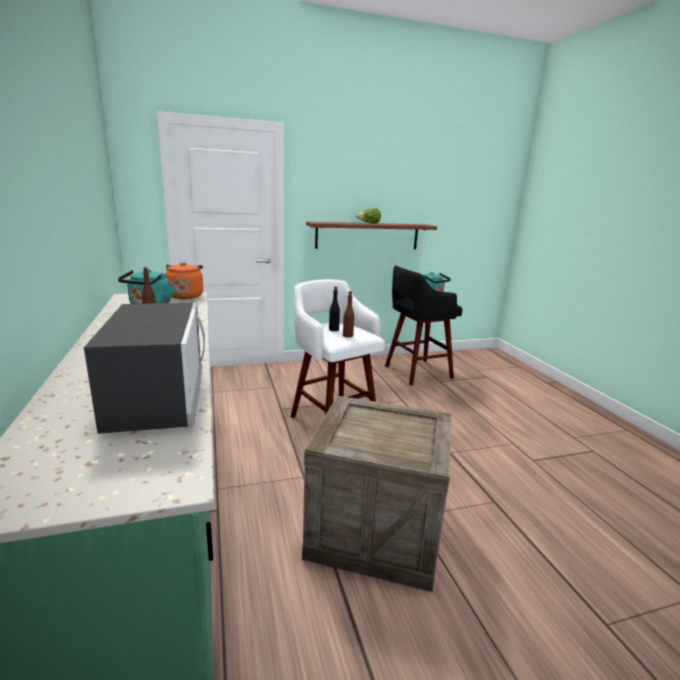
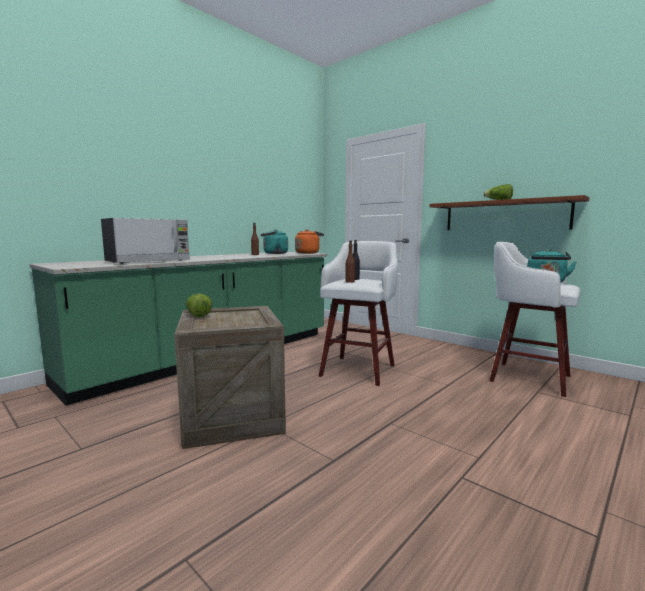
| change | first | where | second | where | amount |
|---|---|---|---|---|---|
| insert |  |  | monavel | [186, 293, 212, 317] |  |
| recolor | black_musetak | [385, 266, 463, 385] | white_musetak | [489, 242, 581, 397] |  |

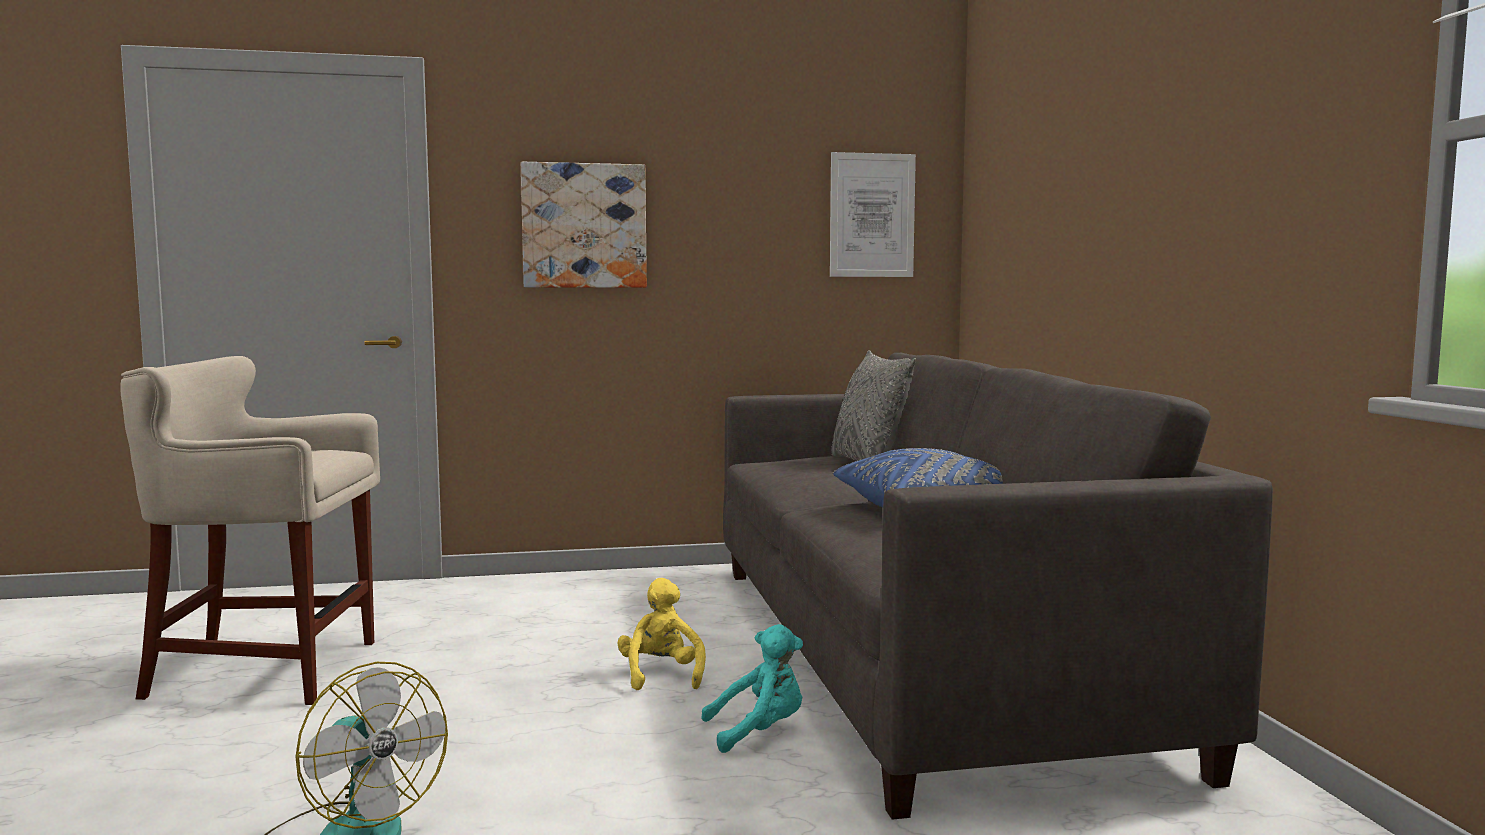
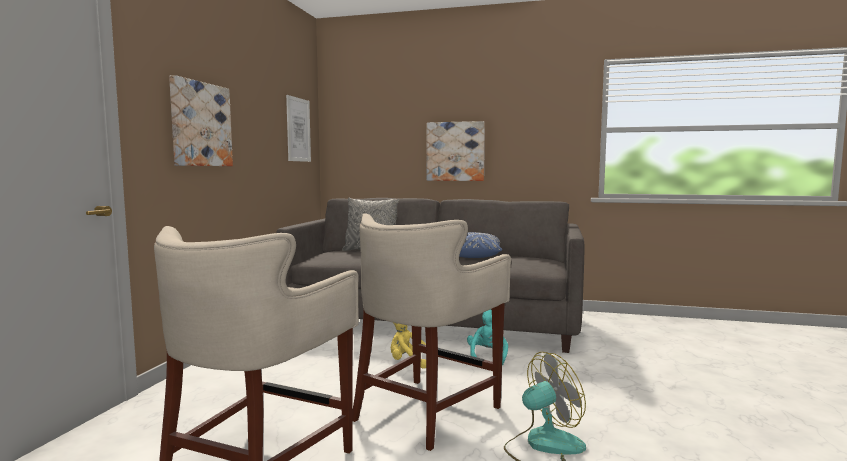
| change | first | where | second | where | amount |
|---|---|---|---|---|---|
| insert |  |  | beige_musetak | [352, 213, 511, 451] |  |
| insert |  |  | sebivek | [427, 121, 485, 181] |  |

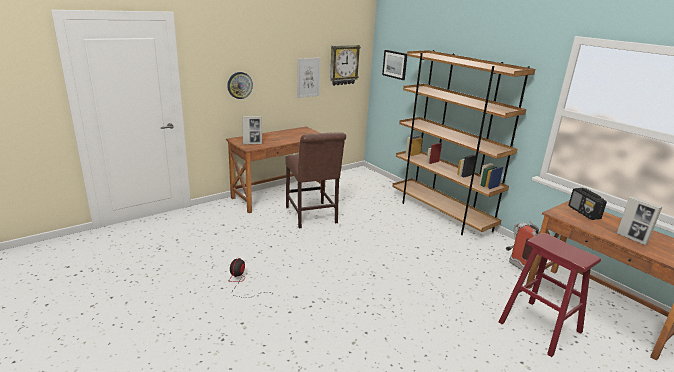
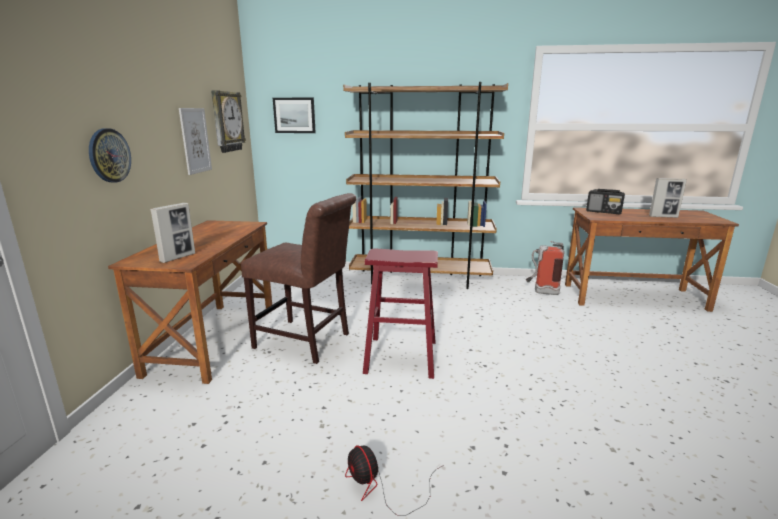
| change | first | where | second | where | amount |
|---|---|---|---|---|---|
| move | red_musetak | [499, 233, 601, 357] |  | [363, 249, 438, 379] |  |

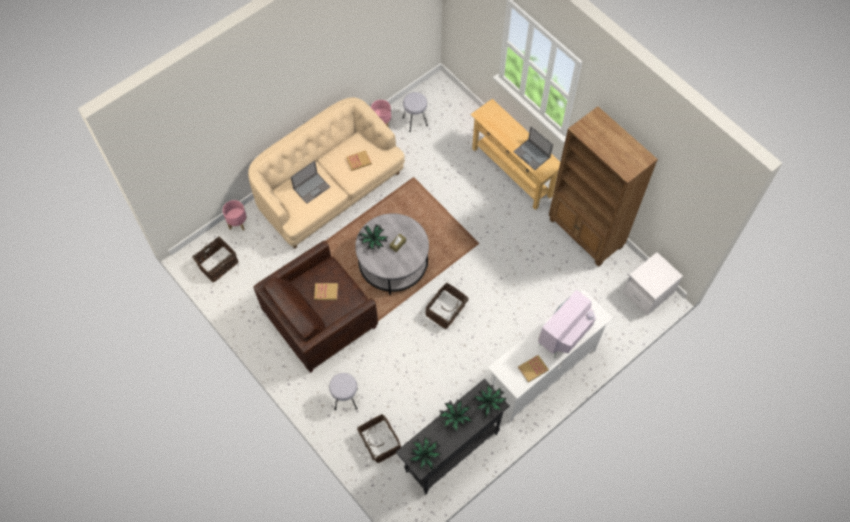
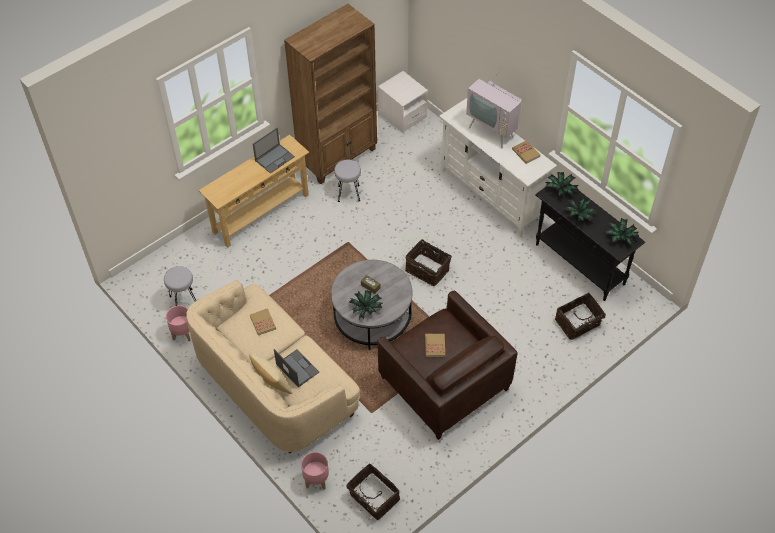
| change | first | where | second | where | amount |
|---|---|---|---|---|---|
| insert |  |  | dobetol | [249, 354, 292, 394] |  |
| move | grey_musetak | [329, 373, 358, 410] |  | [334, 159, 361, 202] |  |

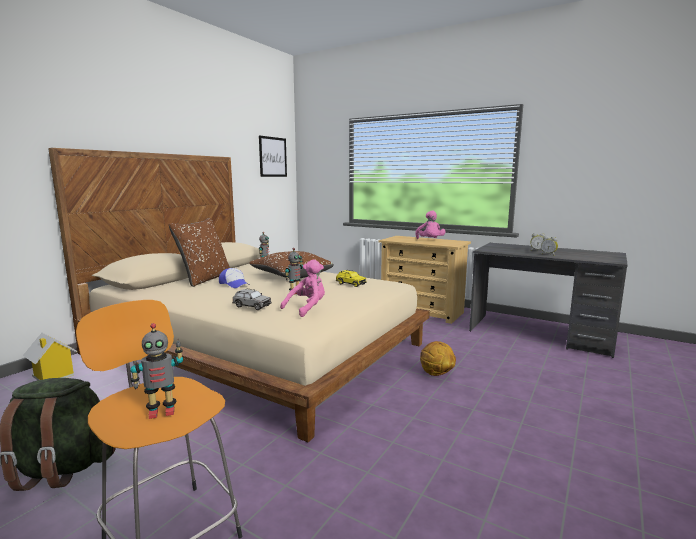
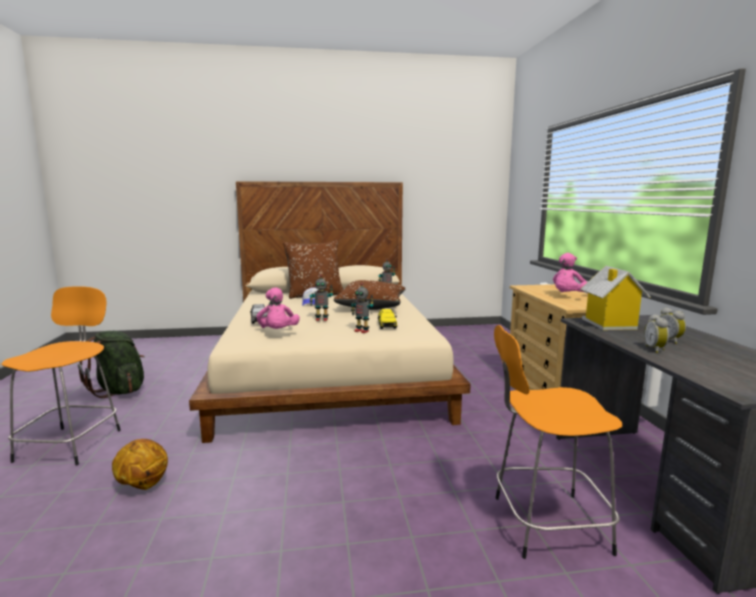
| change | first | where | second | where | amount |
|---|---|---|---|---|---|
| delete | sebivek | [259, 135, 287, 177] |  |  |  |
| insert |  |  | orange_musetak | [494, 325, 622, 559] |  |
| move | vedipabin | [23, 333, 77, 380] |  | [581, 266, 651, 330] |  |
| move | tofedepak | [130, 323, 183, 419] |  | [351, 283, 374, 333] |  |
| move | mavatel | [420, 341, 456, 376] |  | [112, 439, 168, 490] |  |
| rotate | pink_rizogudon | [280, 259, 325, 317] |  | [256, 287, 300, 329] | 75 degrees clockwise |

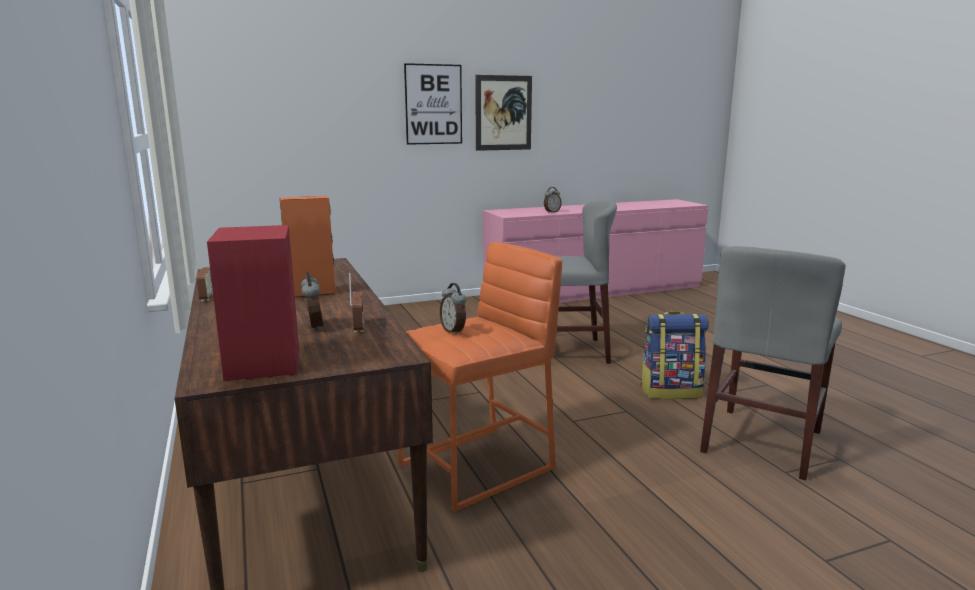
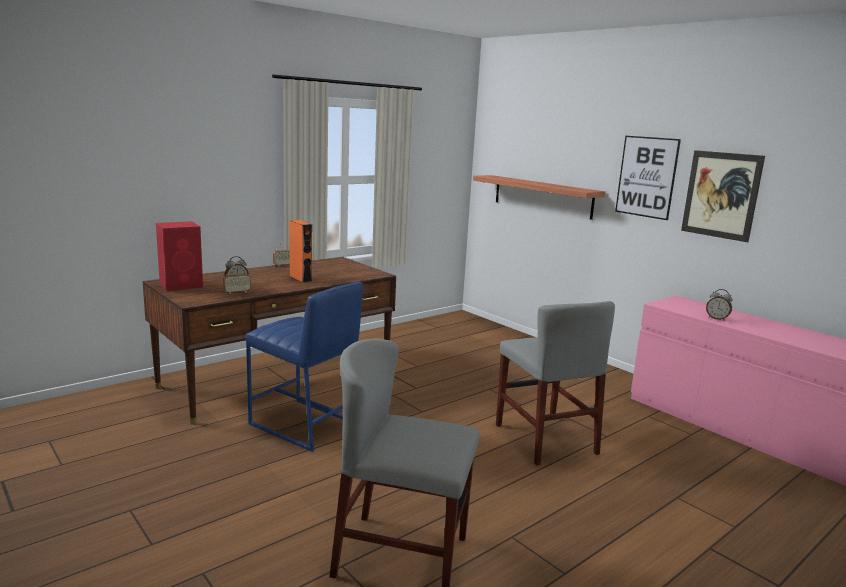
| change | first | where | second | where | amount |
|---|---|---|---|---|---|
| delete | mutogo | [440, 283, 466, 335] |  |  |  |
| delete | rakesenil | [640, 311, 709, 399] |  |  |  |
| insert |  |  | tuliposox | [473, 175, 605, 220] |  |
| recolor | orange_musetak | [397, 242, 562, 512] | blue_musetak | [246, 282, 363, 452] |  |

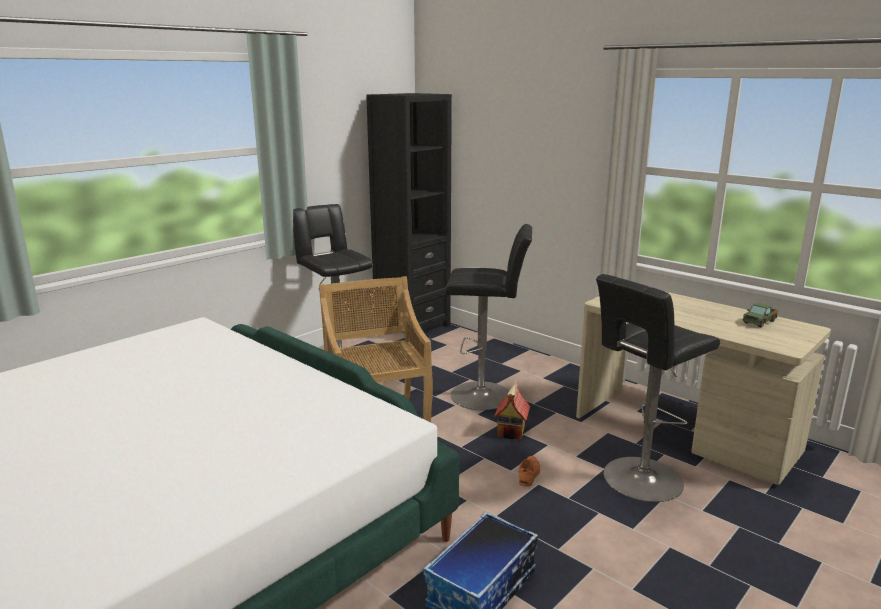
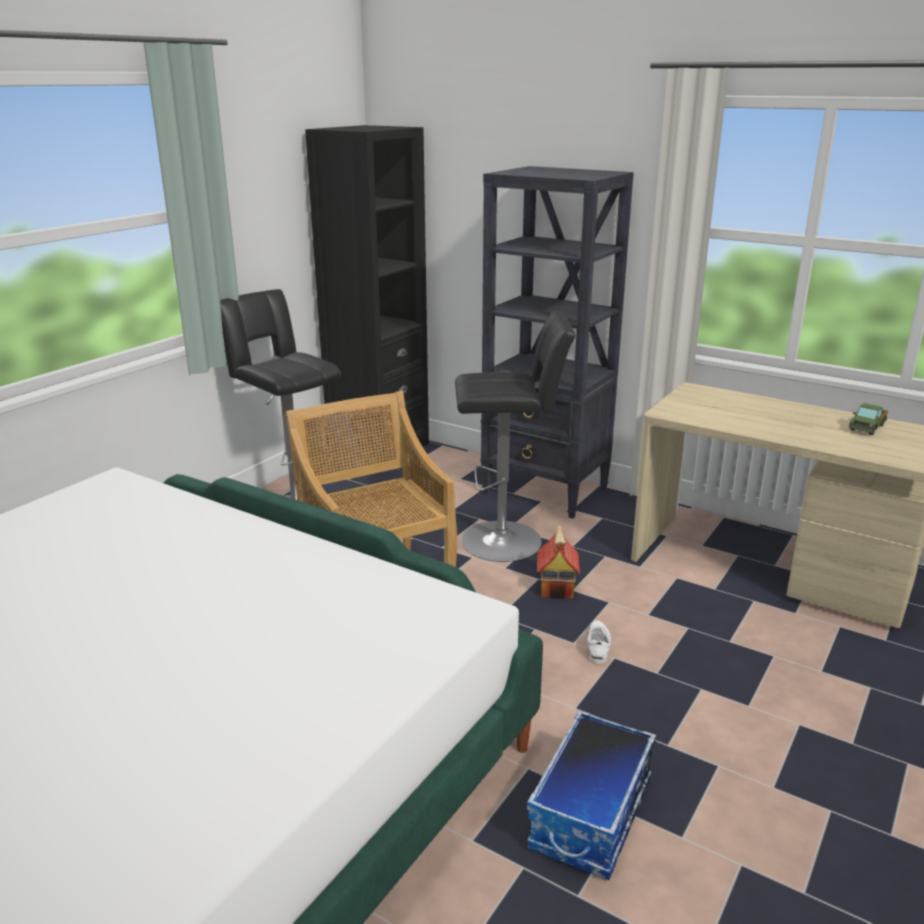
| change | first | where | second | where | amount |
|---|---|---|---|---|---|
| delete | black_musetak | [596, 274, 720, 502] |  |  |  |
| insert |  |  | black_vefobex | [480, 166, 634, 519] |  |
| recolor | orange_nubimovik | [519, 456, 540, 487] | white_nubimovik | [588, 621, 611, 663] |  |

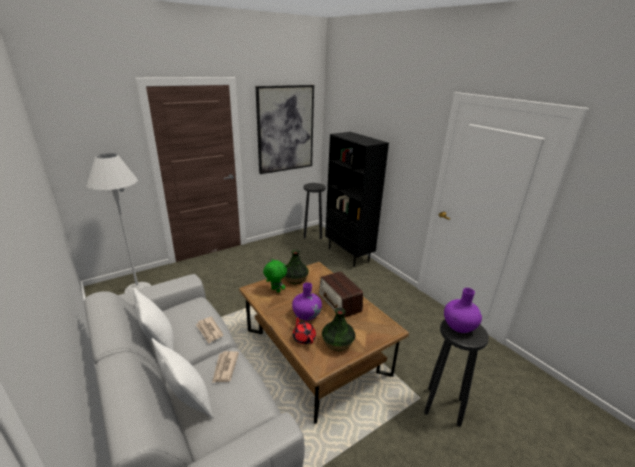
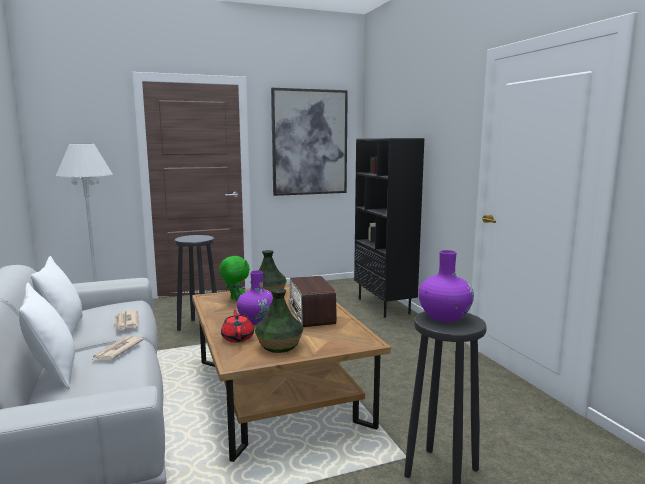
| change | first | where | second | where | amount |
|---|---|---|---|---|---|
| move | black_musetak | [303, 183, 326, 239] |  | [175, 235, 217, 331] |  |

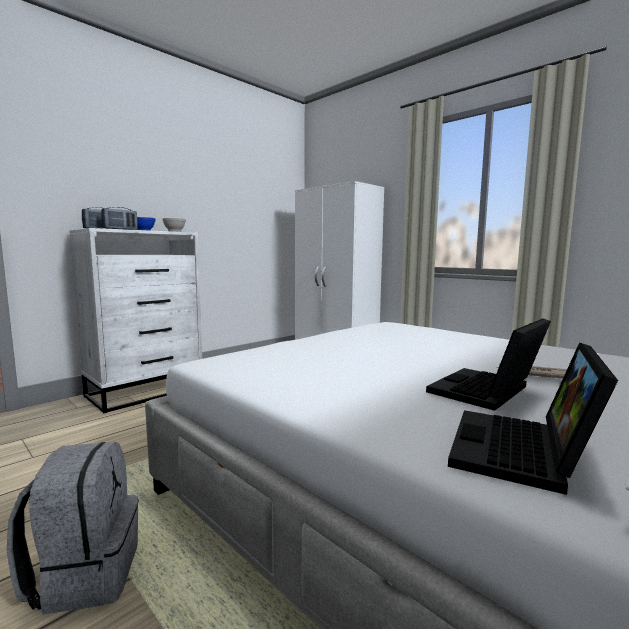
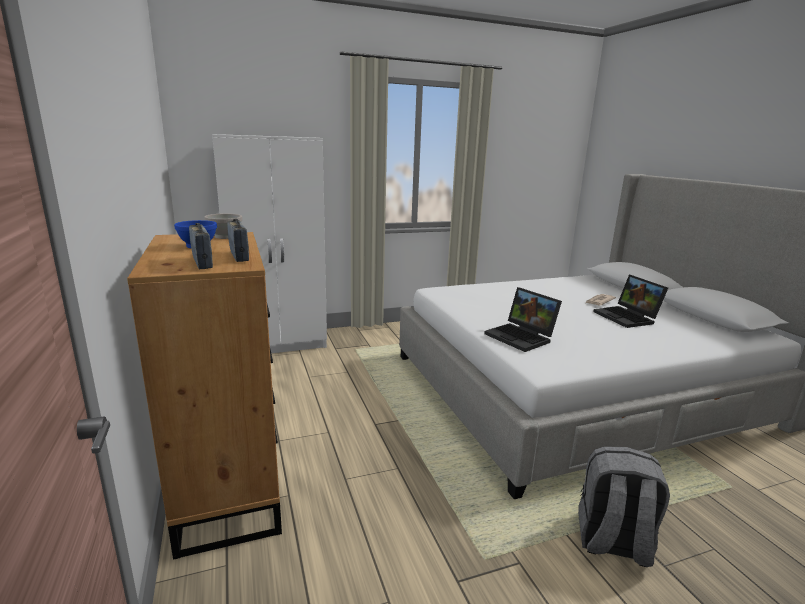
| change | first | where | second | where | amount |
|---|---|---|---|---|---|
| move | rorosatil | [448, 343, 618, 495] |  | [484, 287, 562, 352] |  |
| recolor | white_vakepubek | [69, 228, 202, 413] | brown_vakepubek | [127, 232, 282, 560] |  |

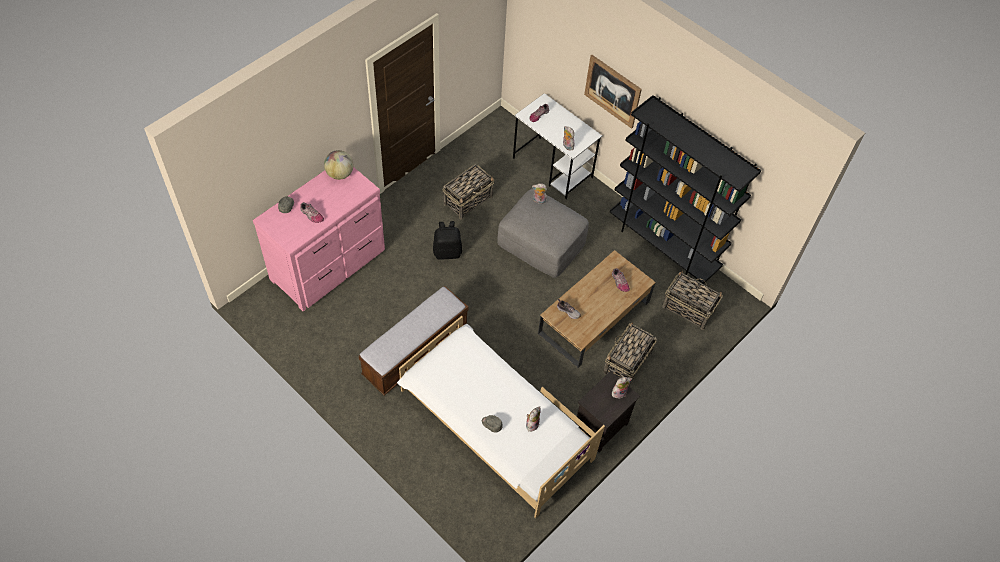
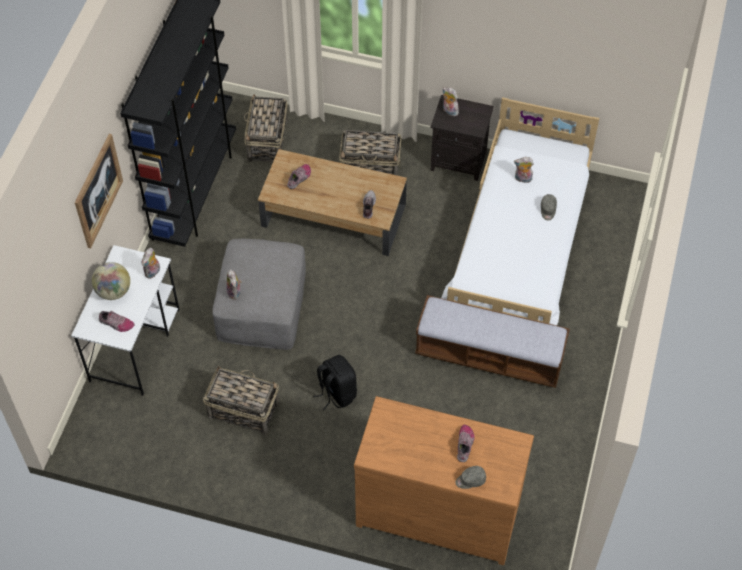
| change | first | where | second | where | amount |
|---|---|---|---|---|---|
| move | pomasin | [324, 150, 353, 180] |  | [92, 262, 130, 300] |  |
| recolor | pink_vakepubek | [253, 167, 385, 311] | brown_vakepubek | [354, 396, 534, 565] |  |

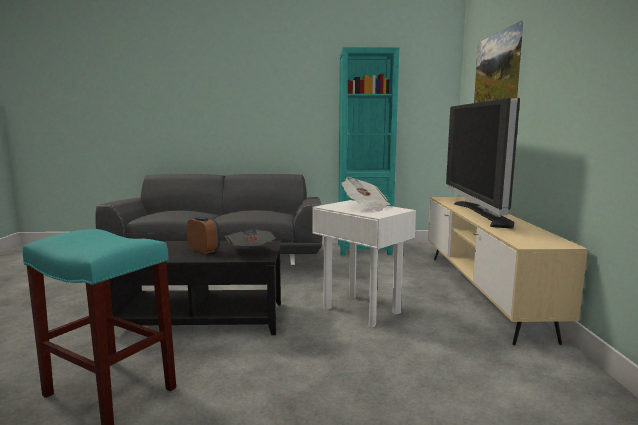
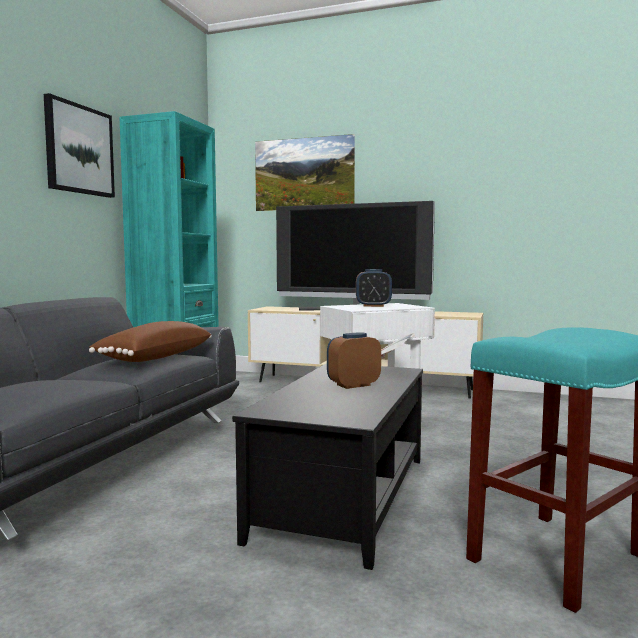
| change | first | where | second | where | amount |
|---|---|---|---|---|---|
| insert |  |  | sebivek | [44, 93, 115, 198] |  |
| insert |  |  | brown_dobetol | [89, 321, 212, 362] |  |
| replace | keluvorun | [342, 177, 390, 211] | mutogo | [356, 269, 392, 307] |  |

